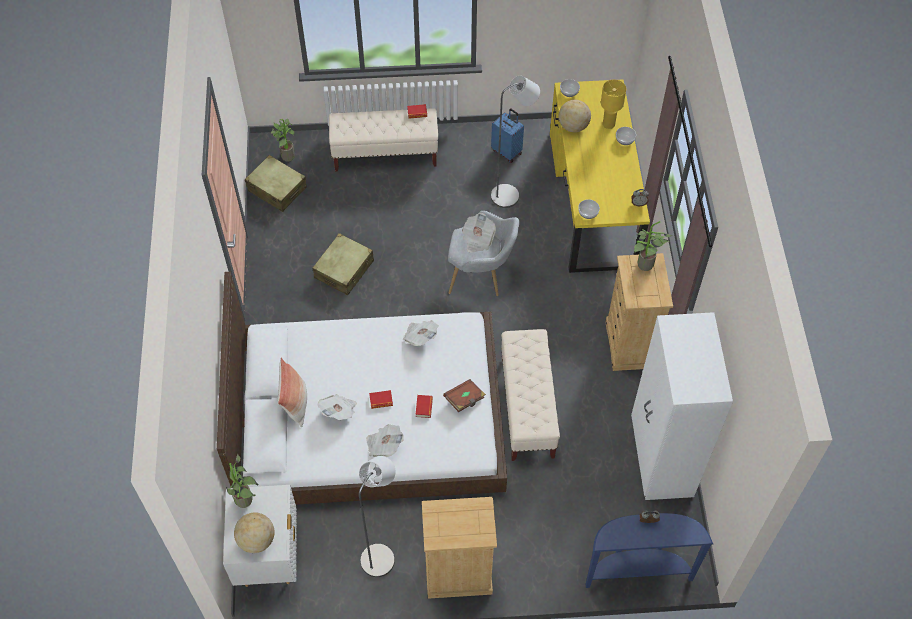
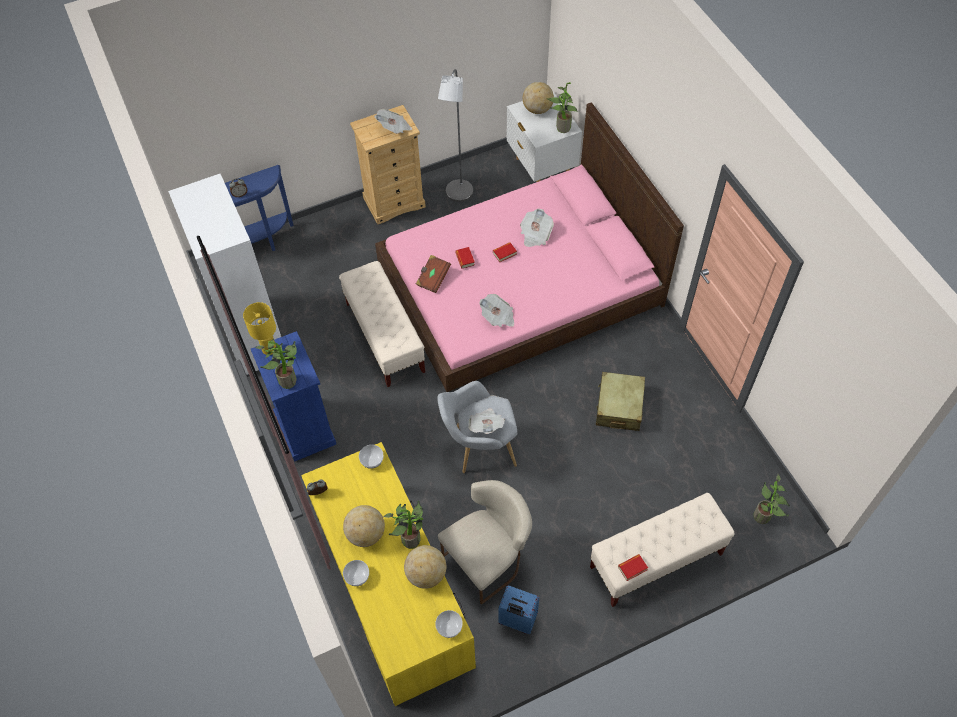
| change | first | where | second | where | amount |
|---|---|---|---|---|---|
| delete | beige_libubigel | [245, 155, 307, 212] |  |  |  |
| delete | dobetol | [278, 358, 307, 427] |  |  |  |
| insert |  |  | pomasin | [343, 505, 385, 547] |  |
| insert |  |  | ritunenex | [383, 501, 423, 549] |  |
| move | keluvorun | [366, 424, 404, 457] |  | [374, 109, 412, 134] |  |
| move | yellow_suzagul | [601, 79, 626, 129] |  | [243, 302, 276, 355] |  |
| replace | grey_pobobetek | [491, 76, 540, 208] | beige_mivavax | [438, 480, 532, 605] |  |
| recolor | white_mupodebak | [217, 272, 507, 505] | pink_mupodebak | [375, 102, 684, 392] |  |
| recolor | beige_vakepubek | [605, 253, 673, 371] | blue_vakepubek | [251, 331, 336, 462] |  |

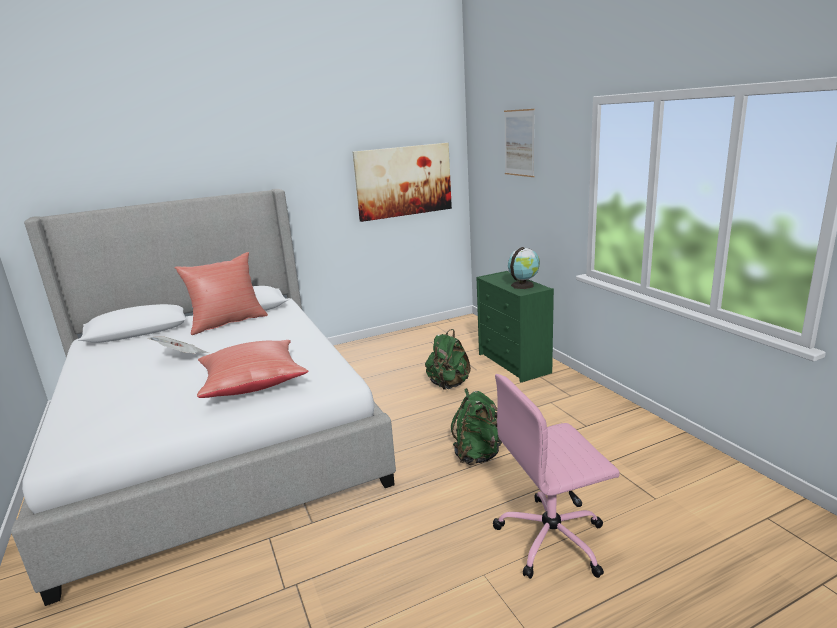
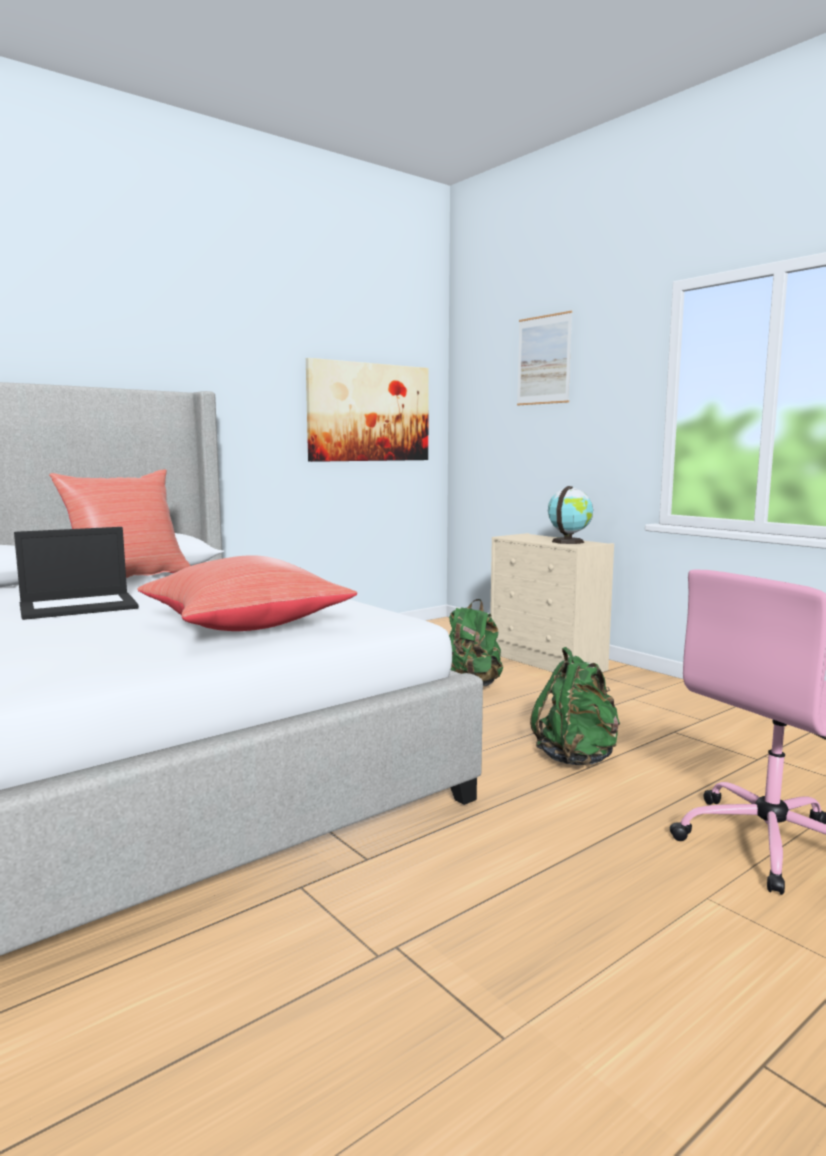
| change | first | where | second | where | amount |
|---|---|---|---|---|---|
| replace | keluvorun | [148, 336, 209, 354] | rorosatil | [14, 527, 139, 620] |  |
| recolor | green_vakepubek | [477, 271, 554, 382] | beige_vakepubek | [490, 533, 614, 672] |  |

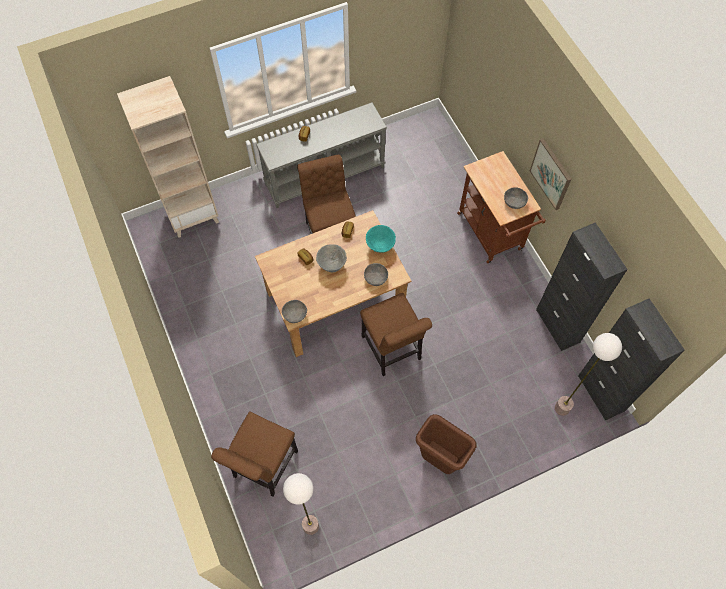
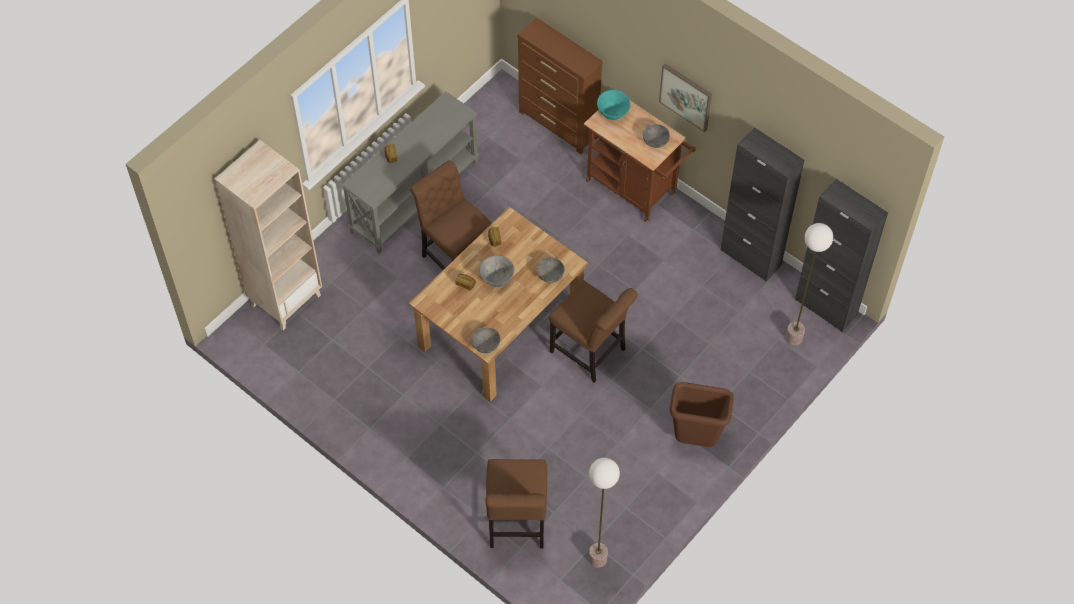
| change | first | where | second | where | amount |
|---|---|---|---|---|---|
| insert |  |  | brown_vakepubek | [517, 17, 603, 154] |  |
| move | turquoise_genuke | [366, 225, 396, 253] |  | [597, 90, 631, 120] |  |

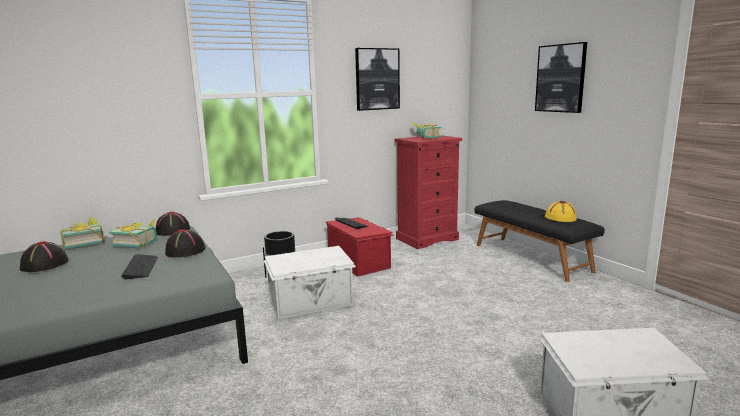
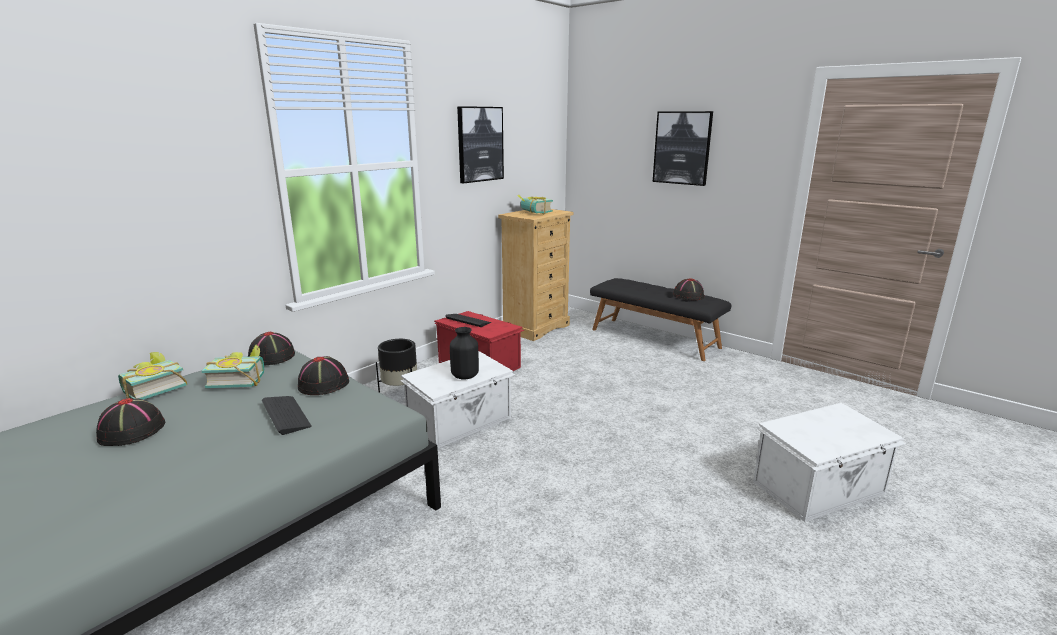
| change | first | where | second | where | amount |
|---|---|---|---|---|---|
| insert |  |  | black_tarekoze | [450, 327, 479, 379] |  |
| recolor | red_vakepubek | [394, 135, 462, 249] | beige_vakepubek | [498, 209, 573, 341] |  |
| recolor | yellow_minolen | [545, 201, 576, 222] | black_minolen | [673, 278, 704, 300] |  |

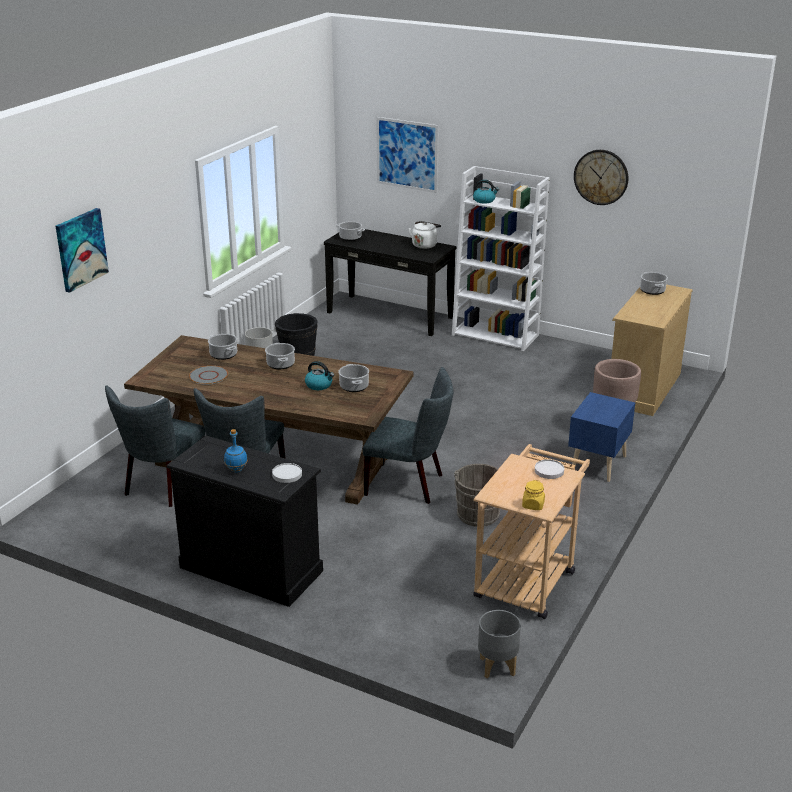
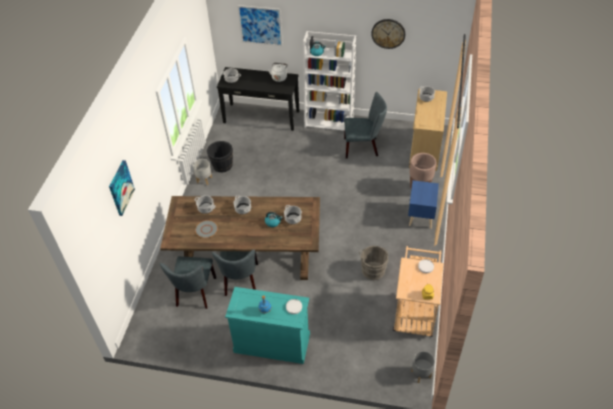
| change | first | where | second | where | amount |
|---|---|---|---|---|---|
| move | grey_mivavax | [363, 367, 453, 504] |  | [344, 92, 387, 159] |  |
| recolor | black_vakepubek | [167, 436, 323, 607] | turquoise_vakepubek | [225, 287, 310, 364] |  |

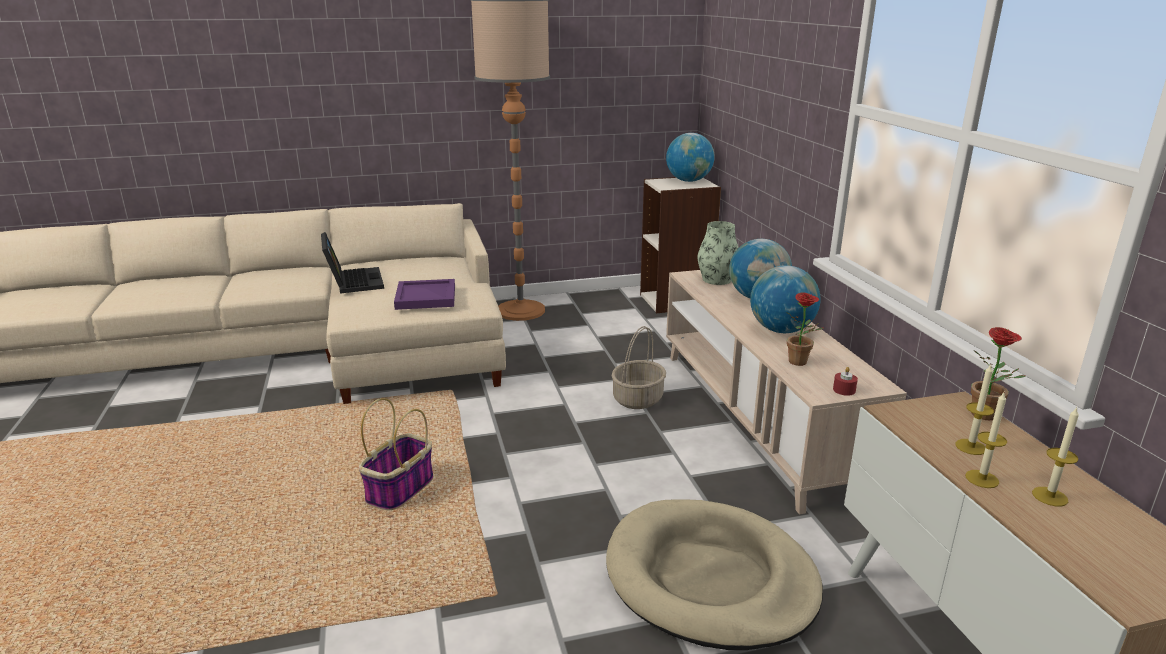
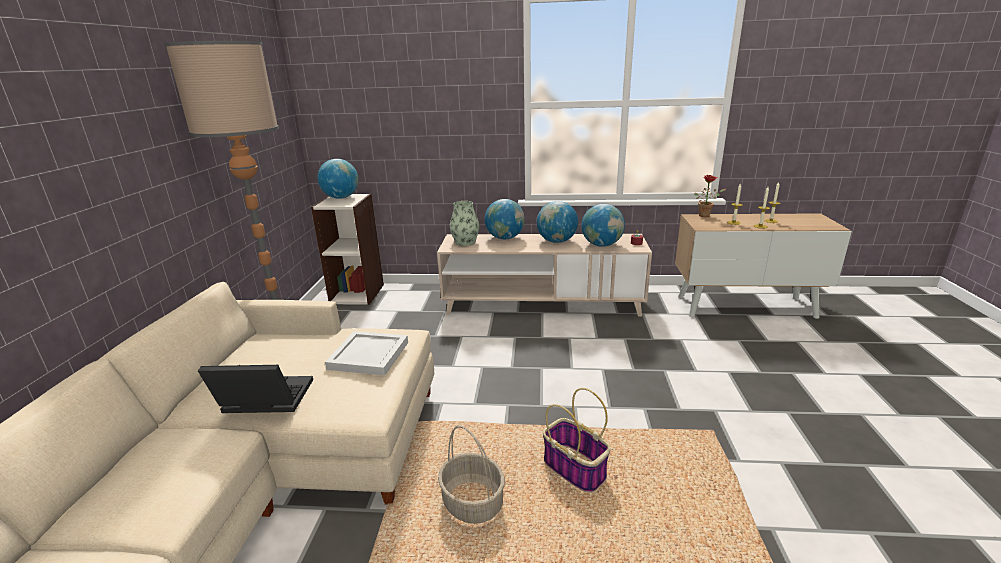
| change | first | where | second | where | amount |
|---|---|---|---|---|---|
| delete | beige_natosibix | [606, 499, 823, 650] |  |  |  |
| move | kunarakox | [612, 326, 666, 409] |  | [438, 425, 505, 524] |  |
| replace | ritunenex | [786, 292, 823, 366] | pomasin | [581, 204, 625, 247] |  |
| recolor | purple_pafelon | [394, 279, 455, 310] | white_pafelon | [325, 331, 408, 376] |  |

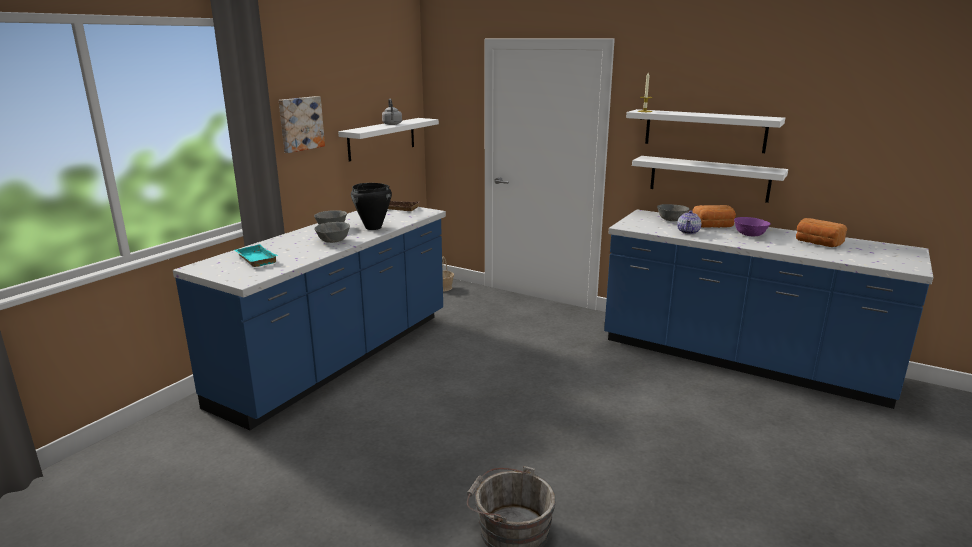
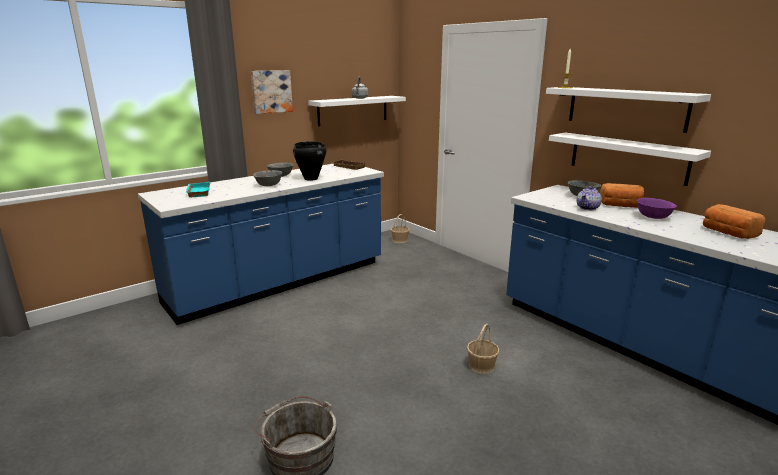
| change | first | where | second | where | amount |
|---|---|---|---|---|---|
| insert |  |  | kunarakox | [467, 324, 500, 374] |  |

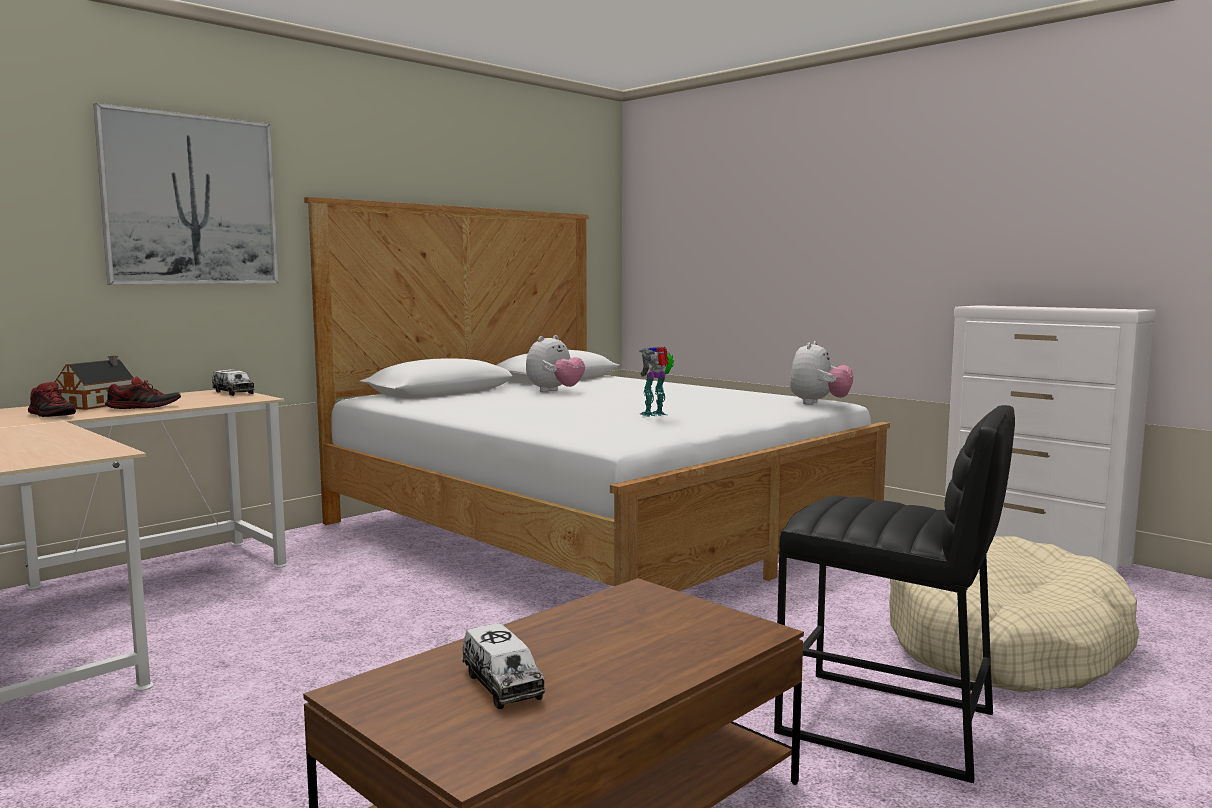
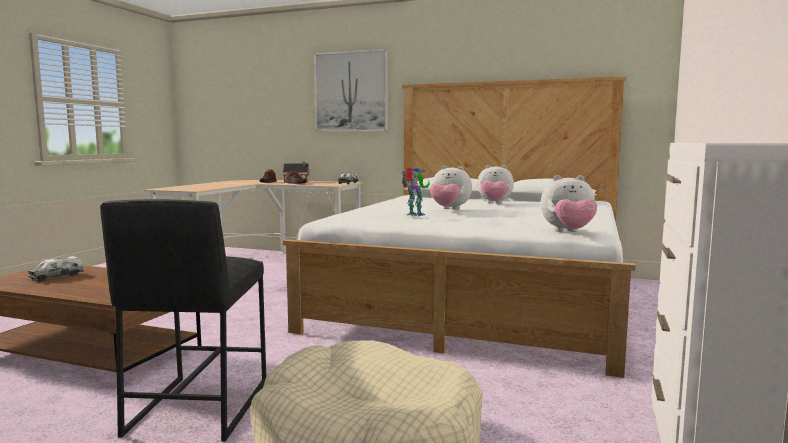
| change | first | where | second | where | amount |
|---|---|---|---|---|---|
| insert |  |  | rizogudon | [430, 166, 472, 210] |  |

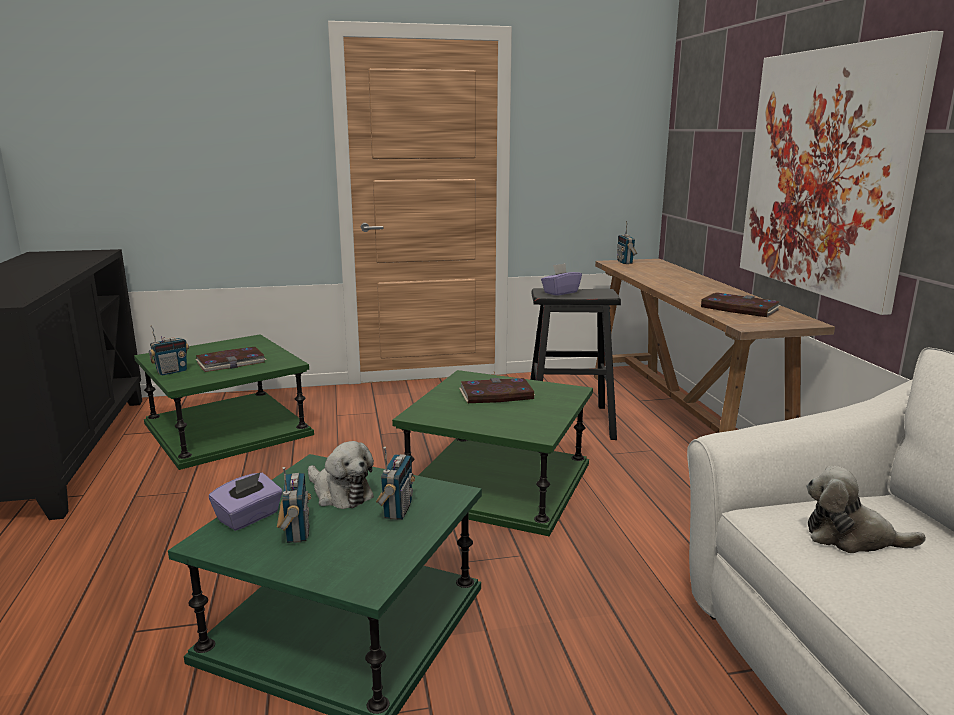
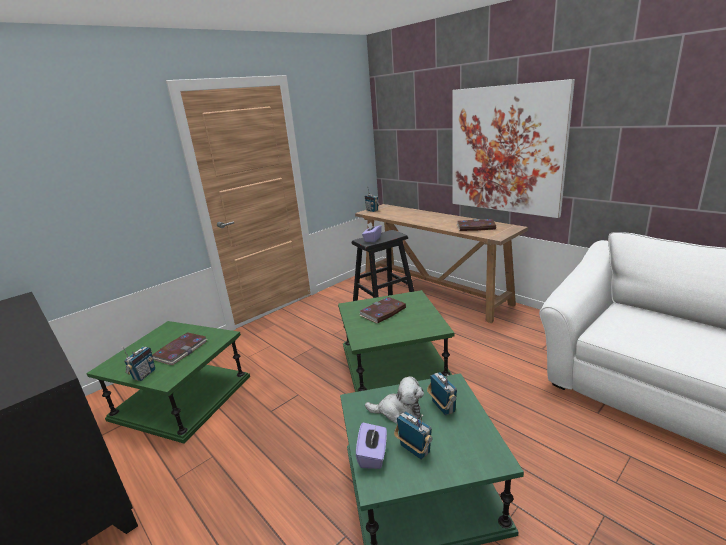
| change | first | where | second | where | amount |
|---|---|---|---|---|---|
| delete | rizogudon | [807, 466, 926, 553] |  |  |  |

